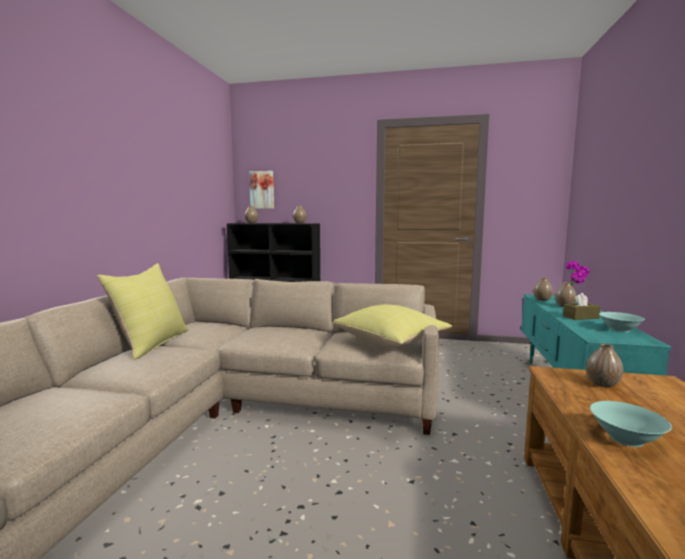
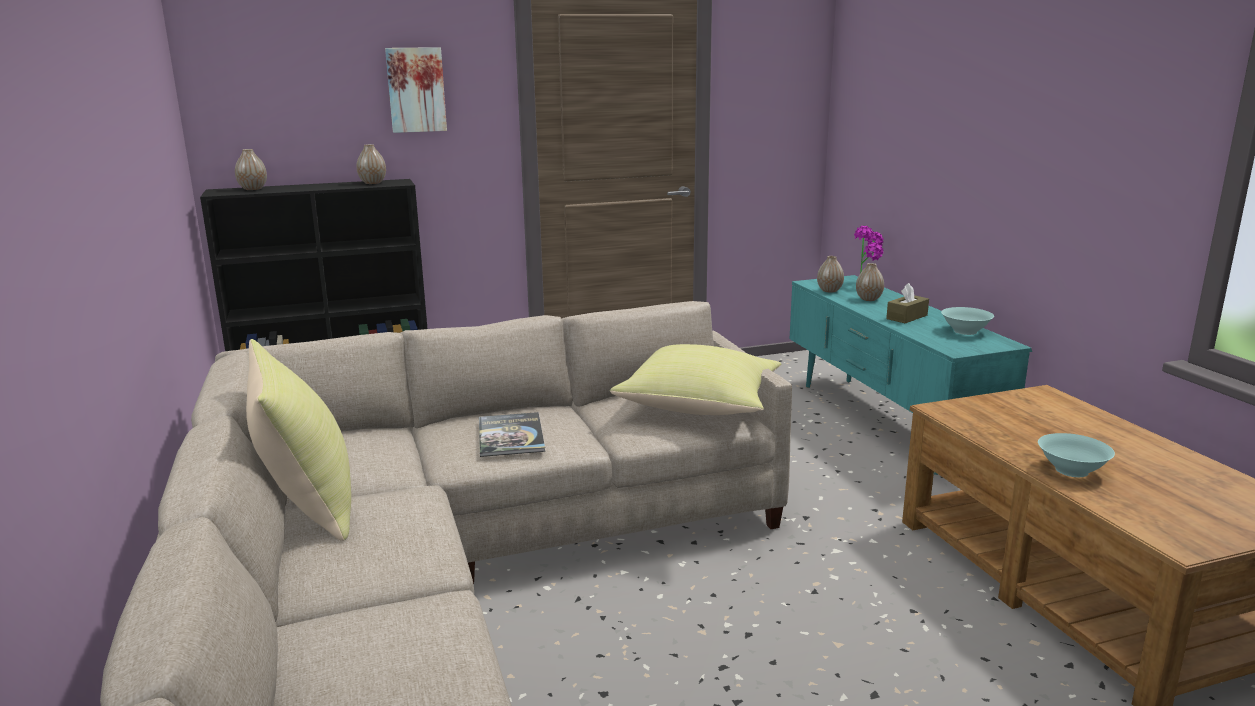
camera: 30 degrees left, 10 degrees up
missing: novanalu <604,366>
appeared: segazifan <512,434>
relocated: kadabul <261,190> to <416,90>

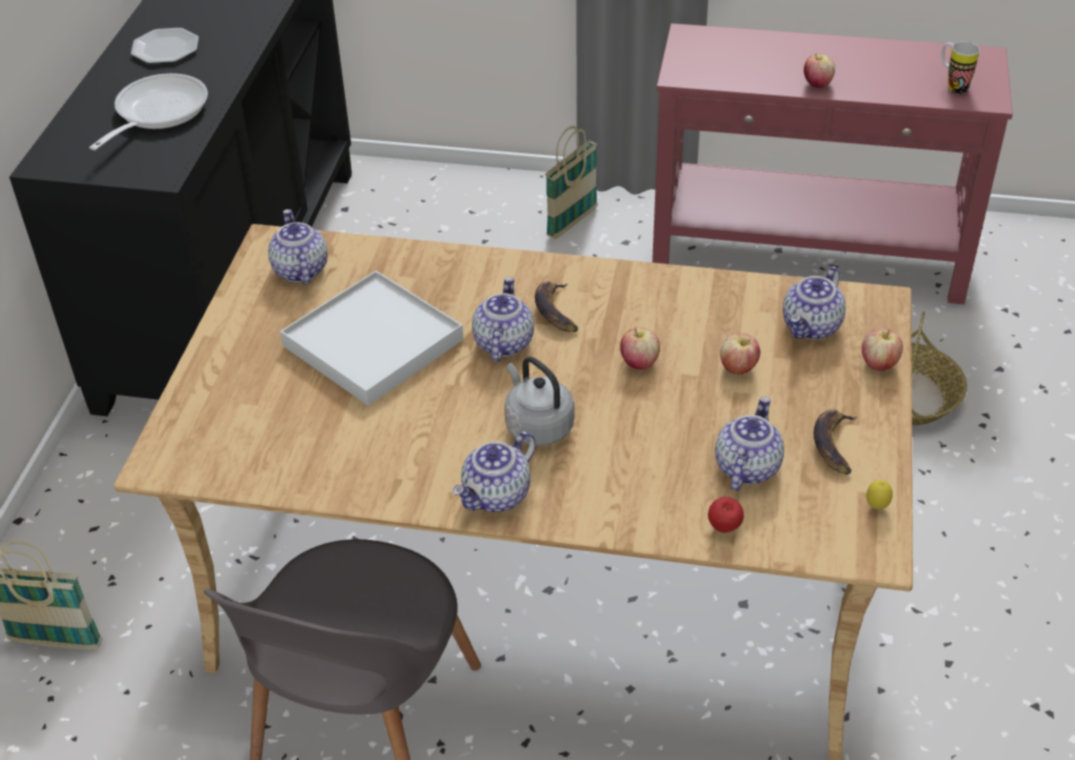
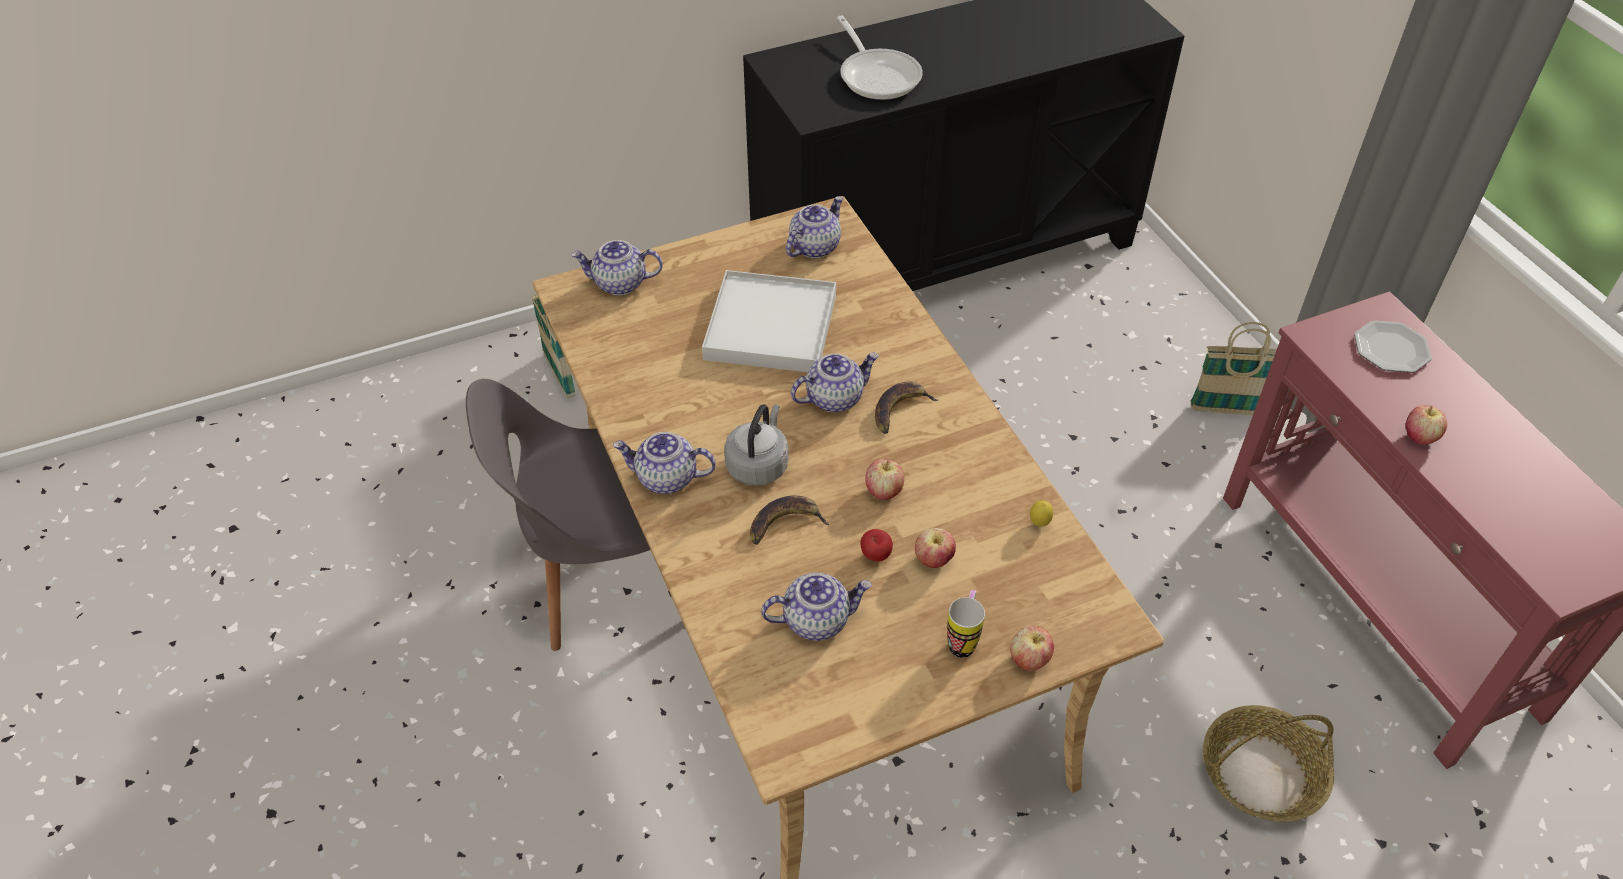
camera: 55 degrees right, 5 degrees up
relocated: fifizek <165,46> to <1393,346>; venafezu <960,68> to <966,624>; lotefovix <814,303> to <617,267>; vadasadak <836,442> to <790,520>; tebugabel <879,494> to <1041,513>; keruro <726,515> to <876,545>
spun: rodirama <148,111> = <880,58> 75 degrees clockwise

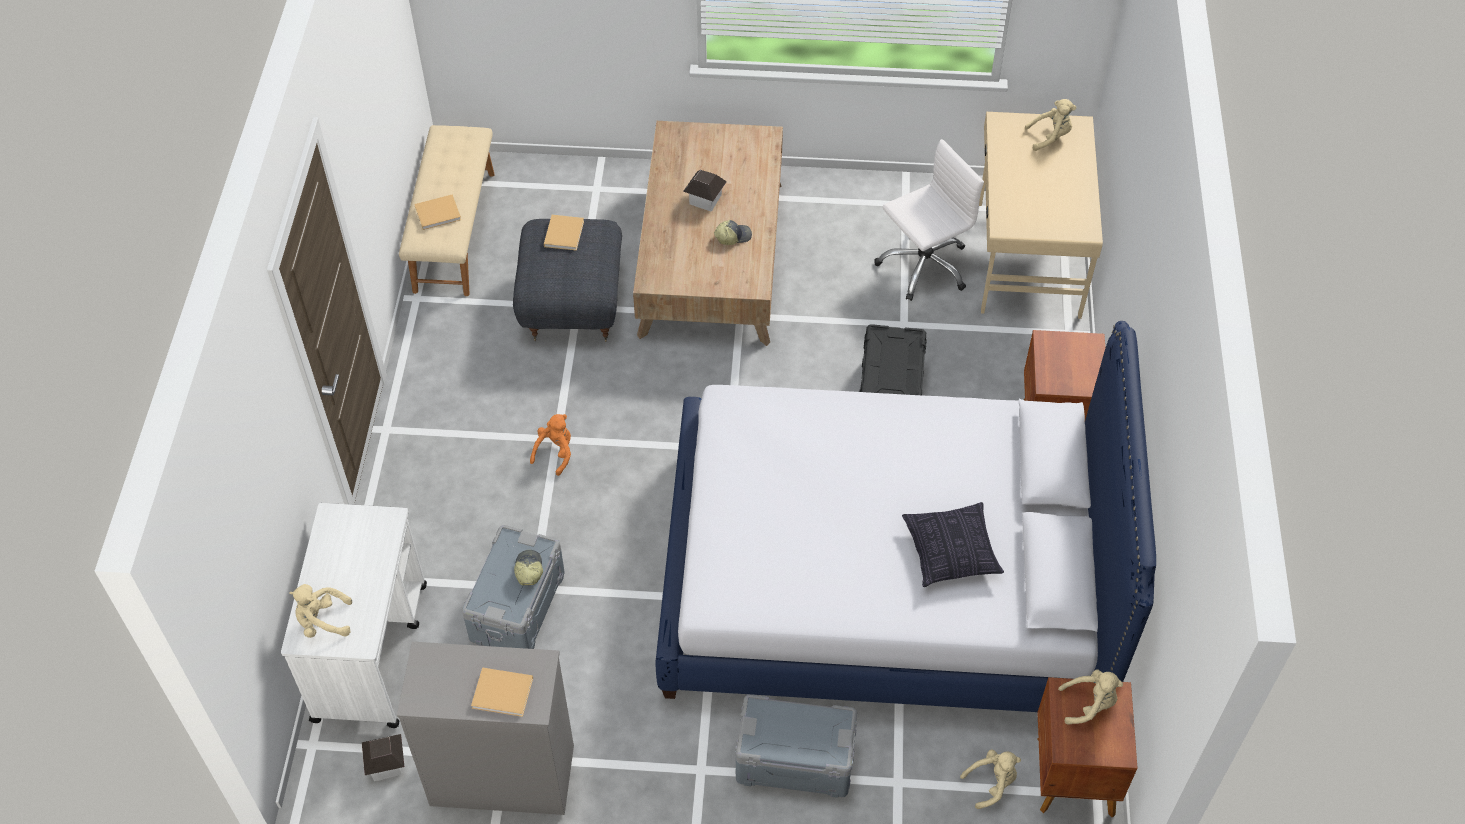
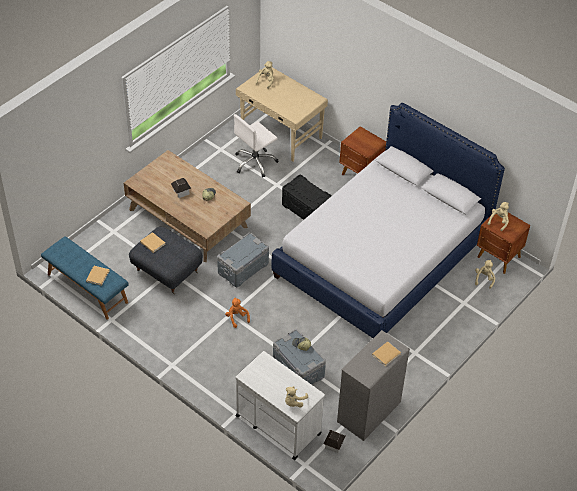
camera: 55 degrees left, 5 degrees down
missing: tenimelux <953,544>
relocated: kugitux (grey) <796,746> to <243,259>
colour: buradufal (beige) <447,210> to buradufal (blue) <85,278>
spun: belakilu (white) <929,220> = <256,146> 135 degrees counterclockwise

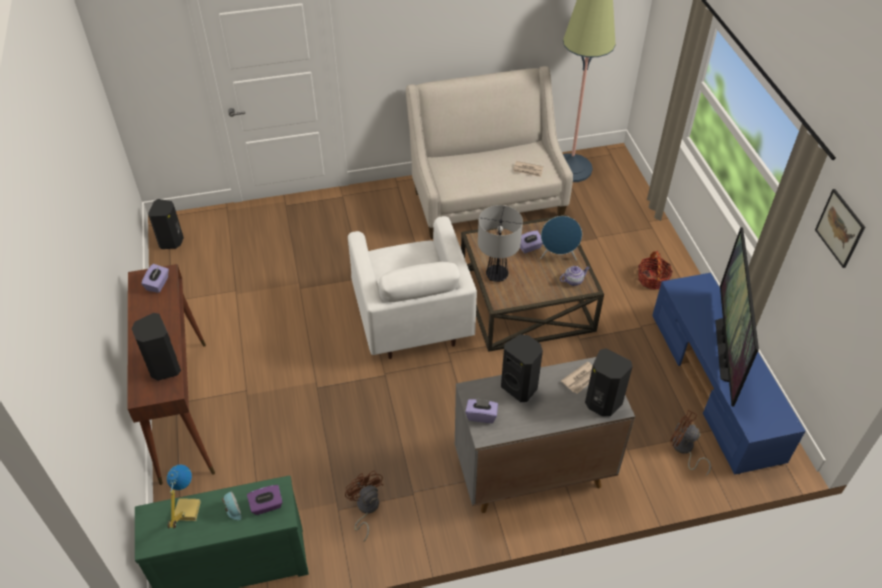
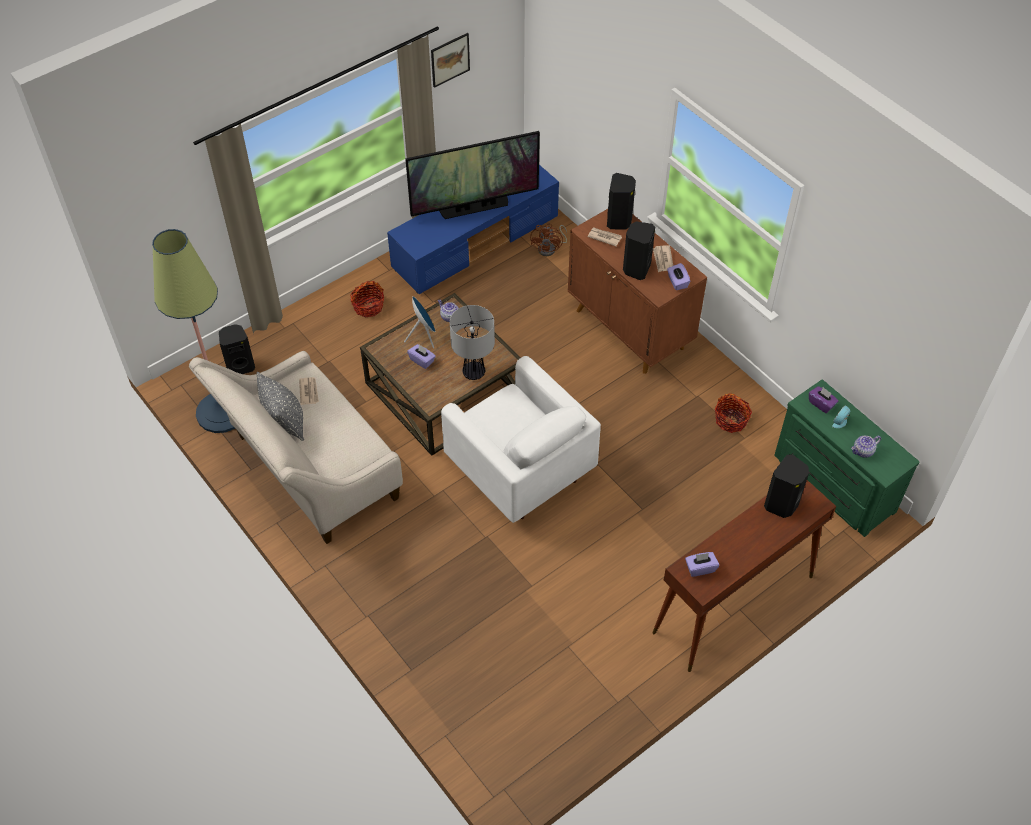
camera: 115 degrees left, 5 degrees up
appeared: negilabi <663,258>; tenimelux (grey) <280,406>
relocated: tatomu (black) <166,224> to <237,349>
exchanged: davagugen <184,496> to lotefovix <866,447>; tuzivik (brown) <364,505> to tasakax <733,413>
colour: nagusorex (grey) <545,435> to nagusorex (brown) <637,291>
spun: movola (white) <412,287> = <521,439> 90 degrees clockwise

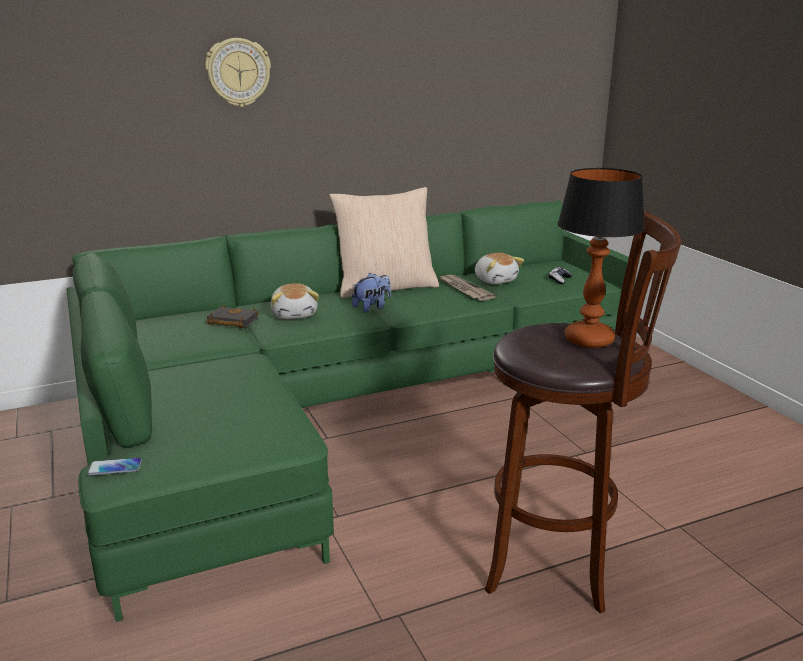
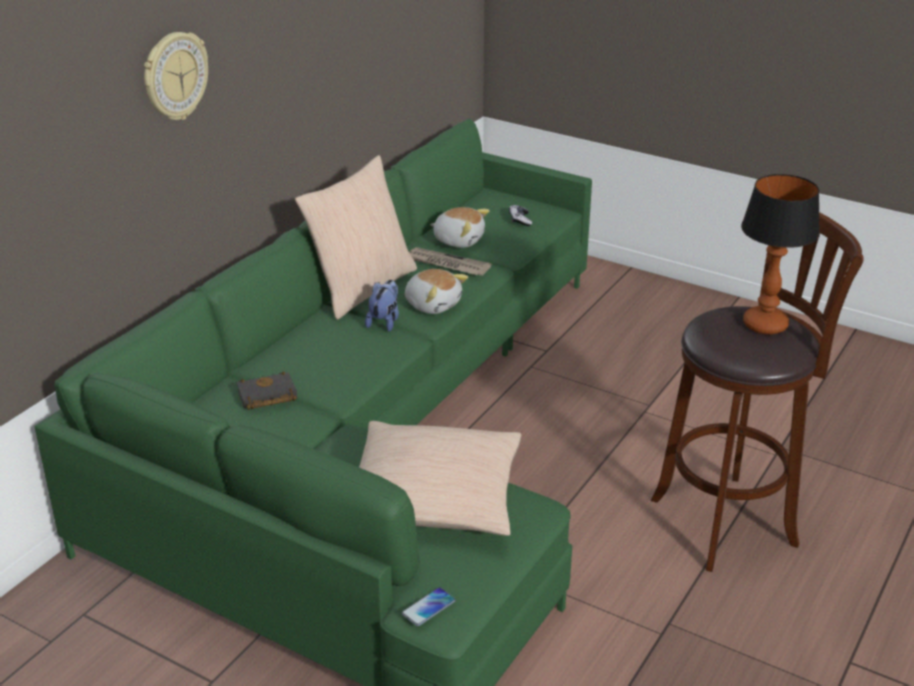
camera: 35 degrees left, 10 degrees up
appeared: tenimelux (beige) <440,478>
relocated: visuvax <294,301> to <436,291>

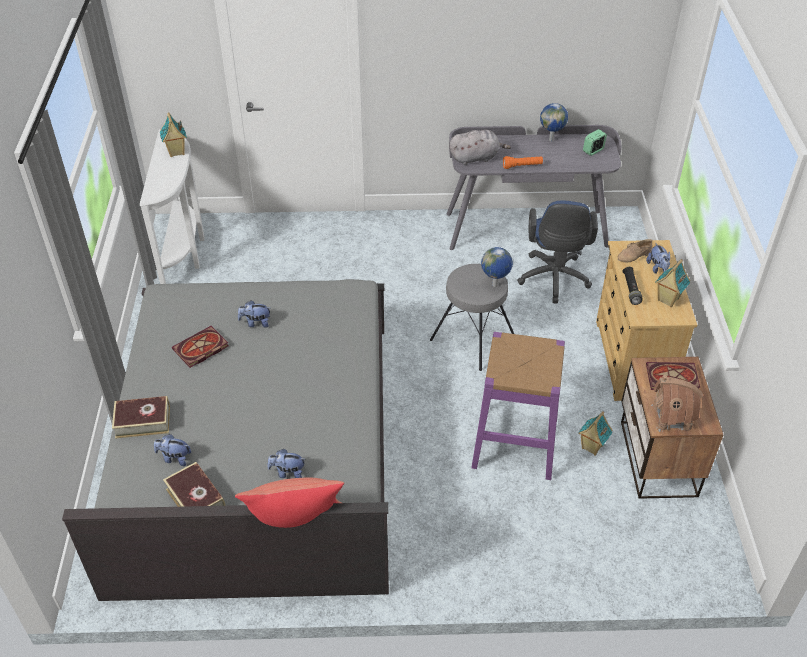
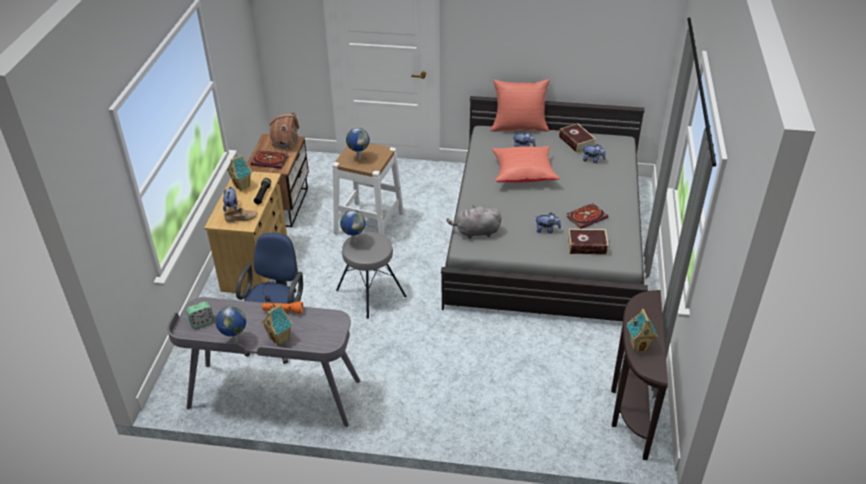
camera: 170 degrees left, 5 degrees down
appeared: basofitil <358,144>; tenimelux (red) <526,164>
relocated: visuvax (grey) <480,147> to <474,222>; segazifan <141,417> to <588,242>; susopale <595,433> to <277,324>
colour: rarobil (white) <172,206> to rarobil (brown) <639,375>; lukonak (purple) <518,406> to lukonak (white) <368,189>

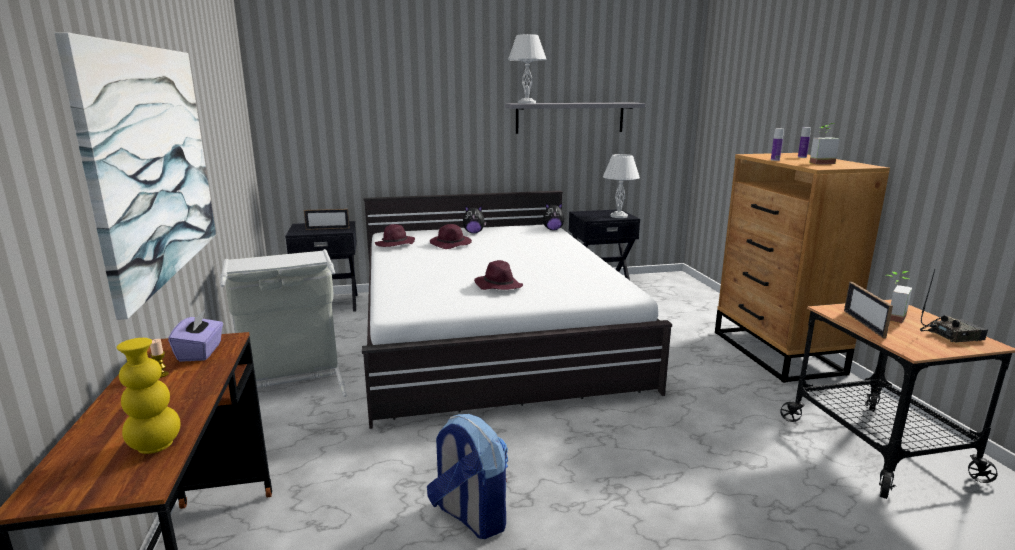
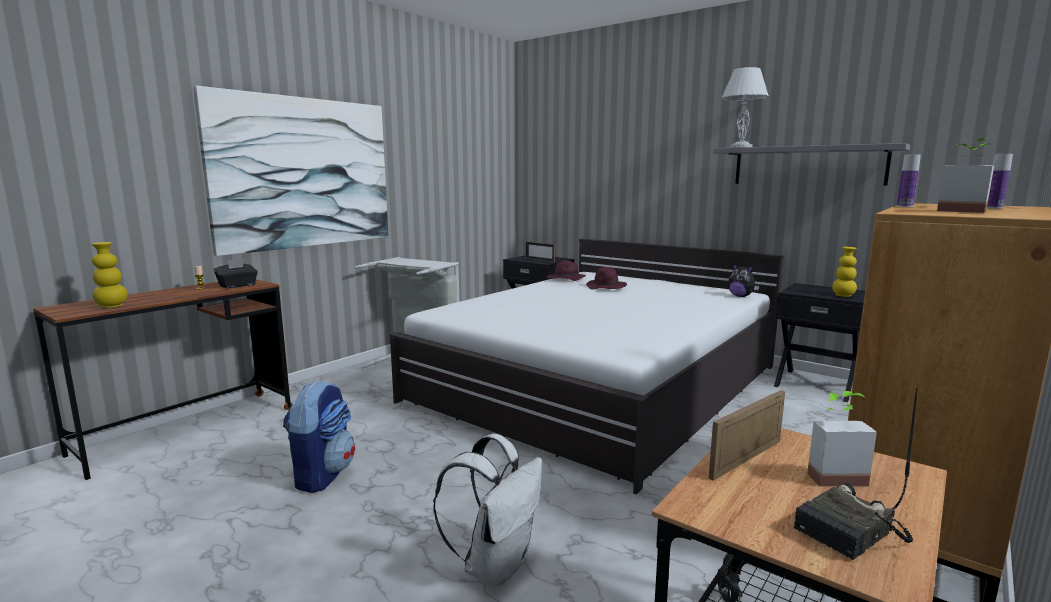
camera: 50 degrees right, 5 degrees down
missing: visuvax <475,219>; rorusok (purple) <498,275>
appeared: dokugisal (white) <487,510>
exchanged: davagugen (white) <621,186> to novanalu (yellow) <844,272>
colour: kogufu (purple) <195,336> to kogufu (black) <236,273>
spun: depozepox <954,306> = <856,474> 105 degrees clockwise

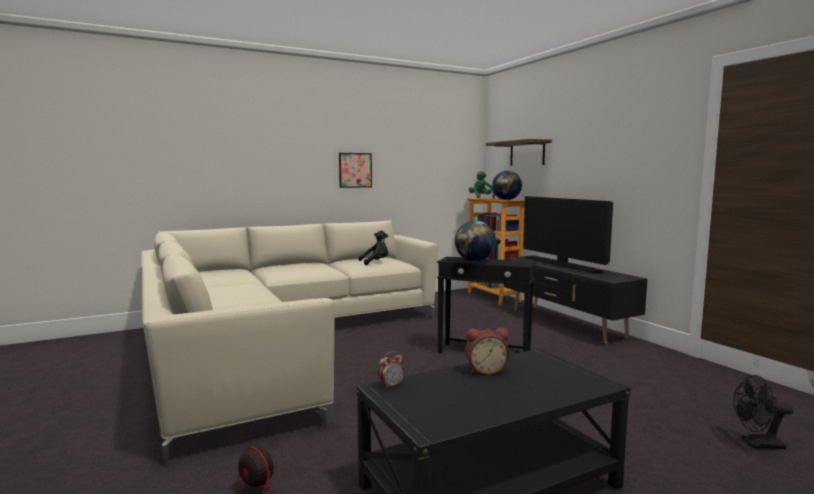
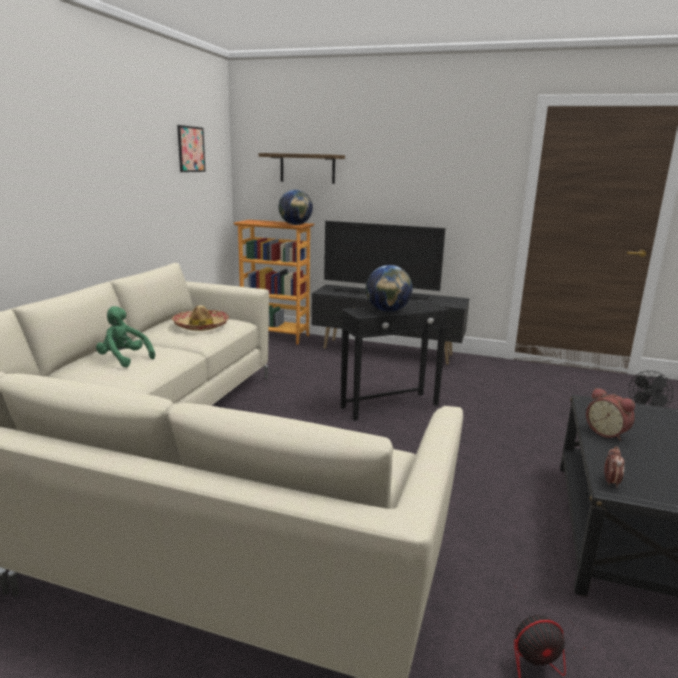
camera: 45 degrees left, 10 degrees up
relocated: kadabul <355,170> to <191,148>; visuvax (green) <482,185> to <125,336>
exchanged: visuvax (black) <373,247> to rorusok <200,318>
spun: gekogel <487,351> = <610,414> 105 degrees clockwise

